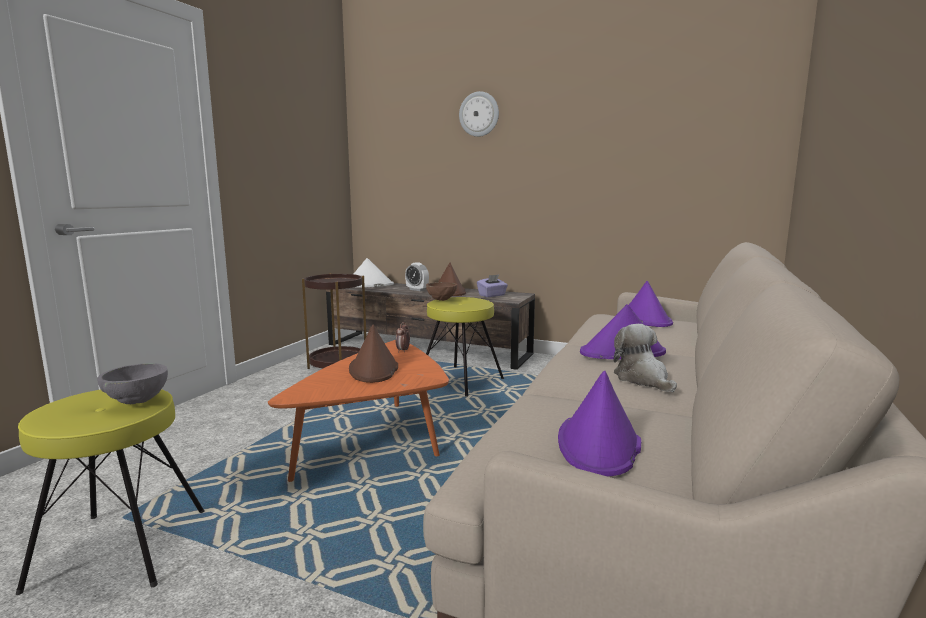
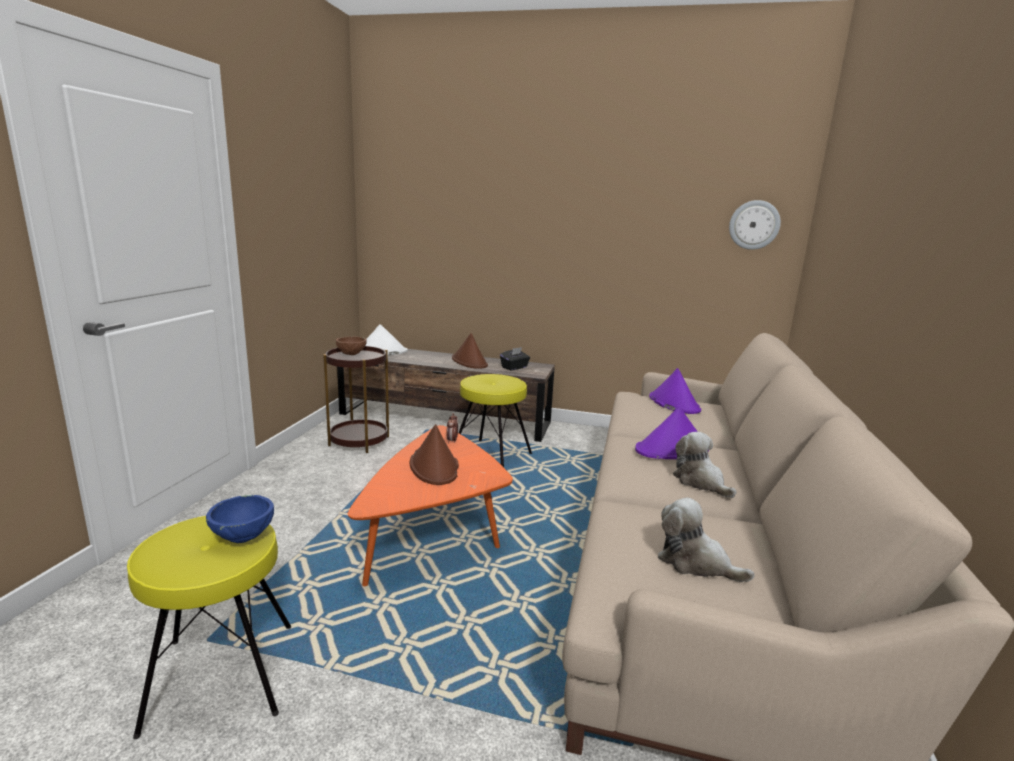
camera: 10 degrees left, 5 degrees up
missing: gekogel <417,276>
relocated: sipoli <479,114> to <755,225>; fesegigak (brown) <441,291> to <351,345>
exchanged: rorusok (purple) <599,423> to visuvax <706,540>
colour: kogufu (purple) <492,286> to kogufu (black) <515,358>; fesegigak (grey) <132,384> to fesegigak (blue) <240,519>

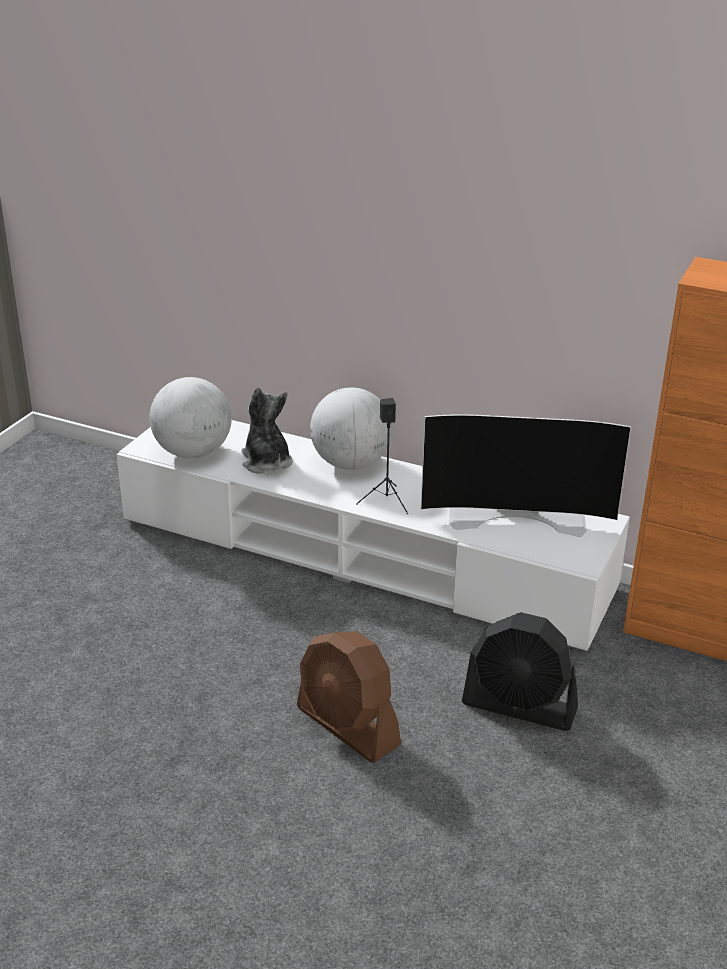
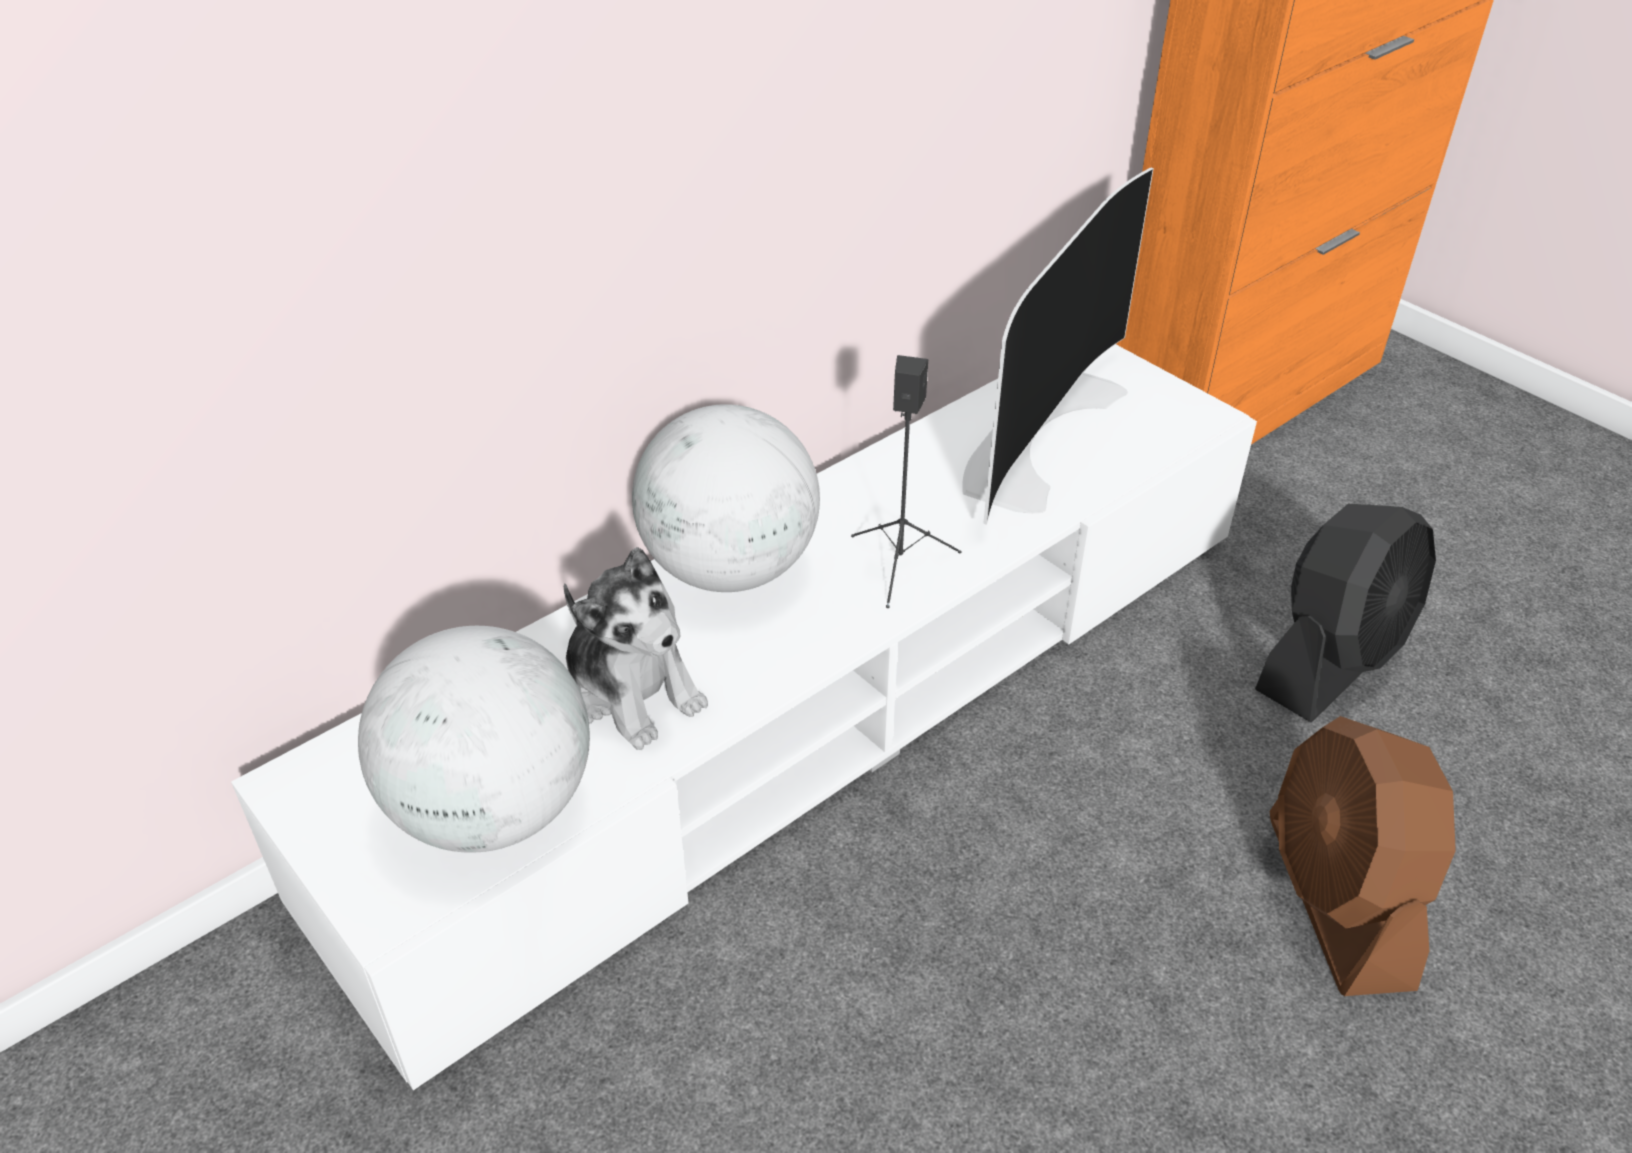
camera: 65 degrees left, 10 degrees up
spun: visuvax <267,431> = <635,648> 135 degrees counterclockwise; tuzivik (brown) <349,697> = <1363,856> 105 degrees clockwise

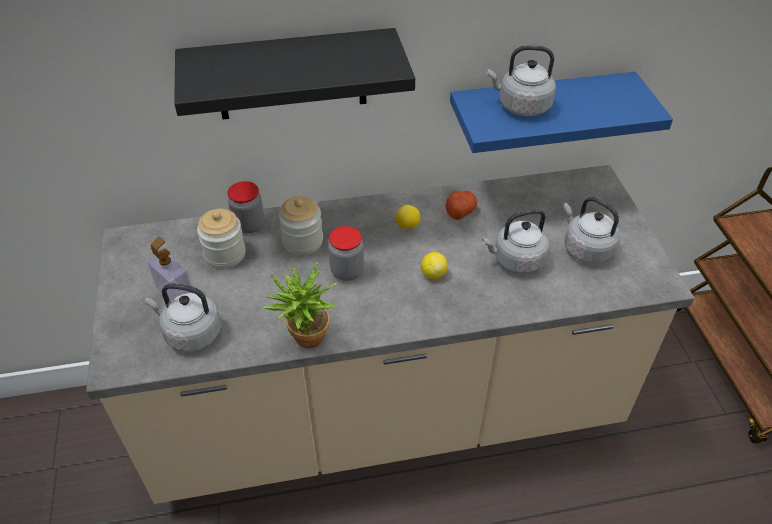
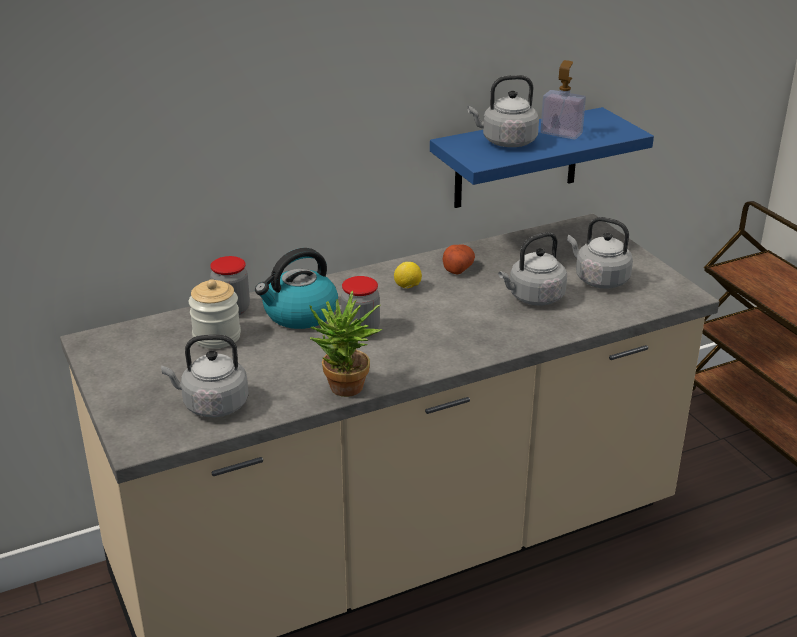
camera: 15 degrees left, 15 degrees down
missing: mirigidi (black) <294,73>; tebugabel <434,265>
relocated: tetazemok <170,269> to <563,99>
exchanged: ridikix <301,225> to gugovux <296,288>

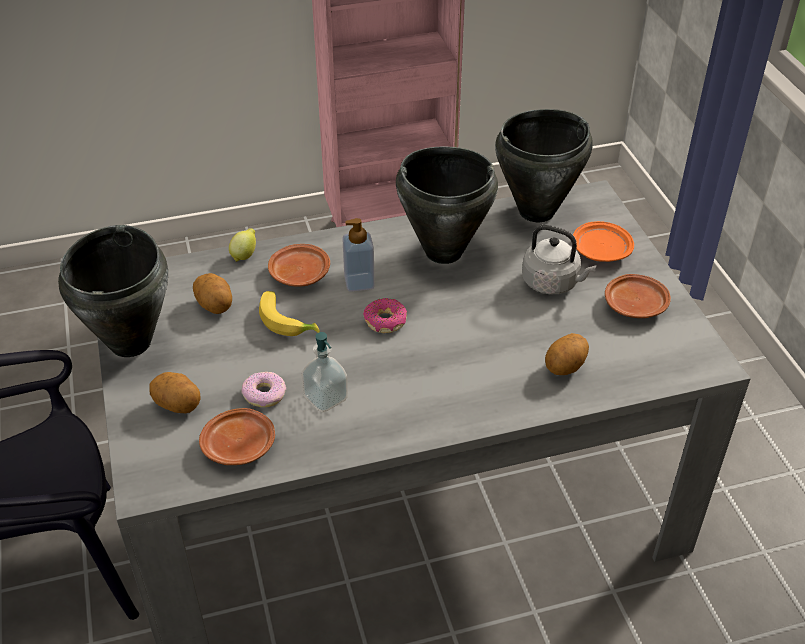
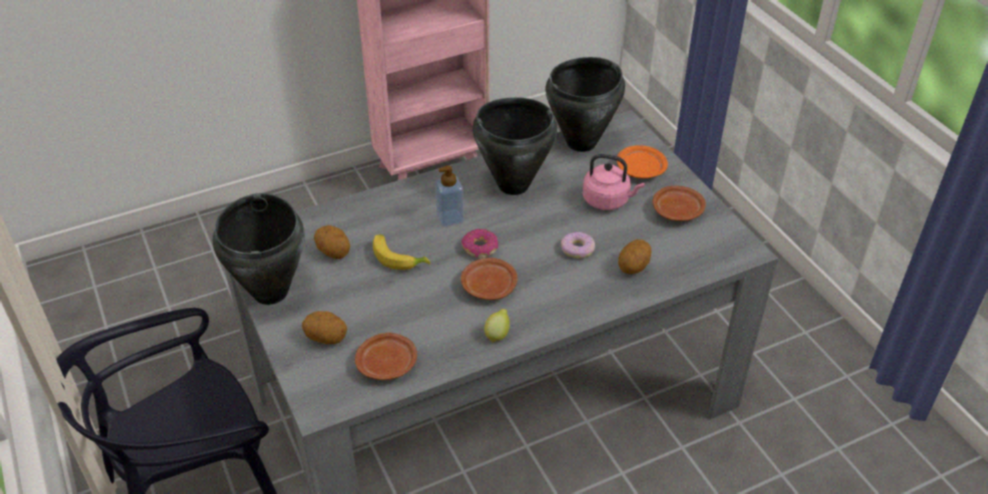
camera: 10 degrees left, 0 degrees up
missing: tetazemok <324,372>
relocated: tebugabel <242,245> to <497,326>; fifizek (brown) <299,265> to <489,279>; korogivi <263,389> to <578,245>
colour: gugovux (grey) <559,259> to gugovux (pink) <614,182>

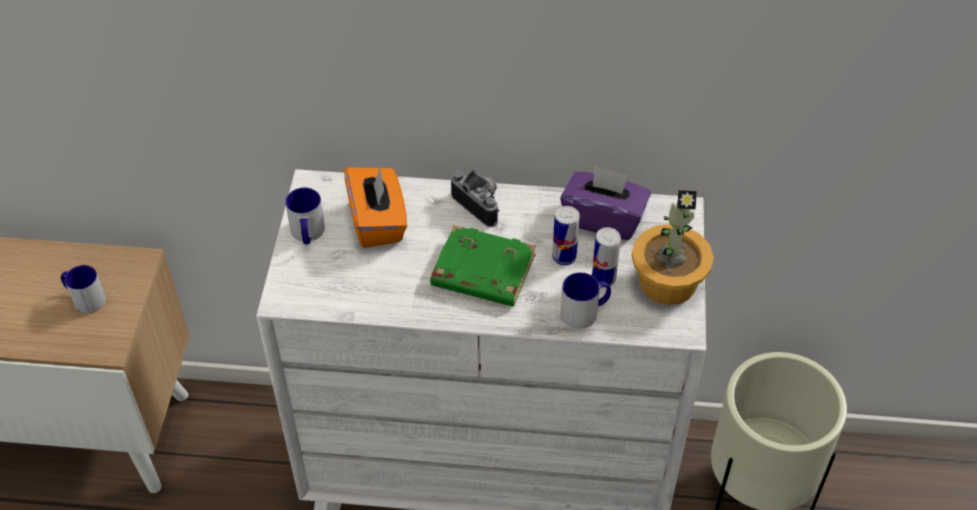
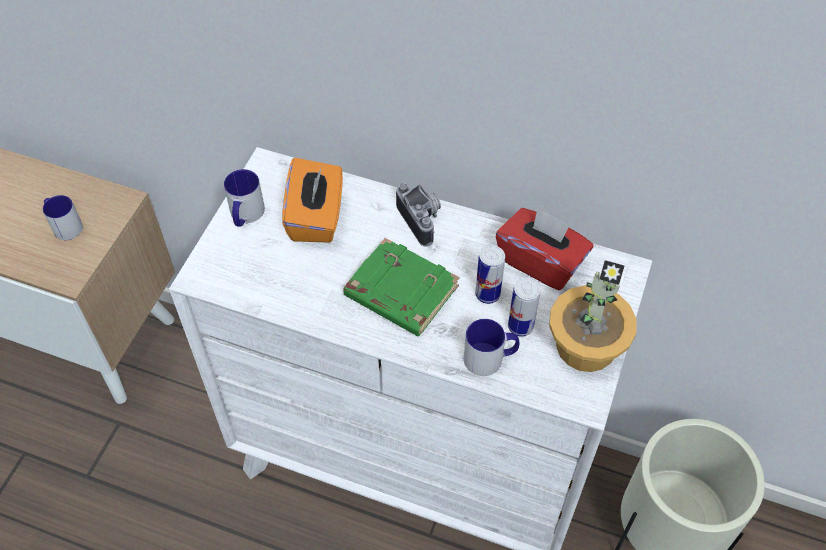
camera: 15 degrees right, 5 degrees up
colour: kogufu (purple) <605,202> to kogufu (red) <544,248>

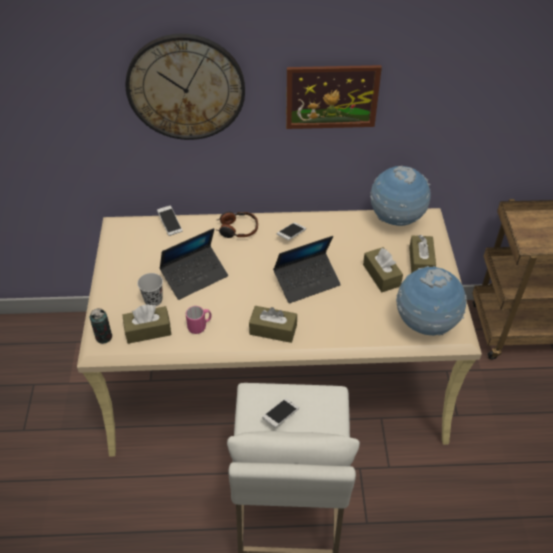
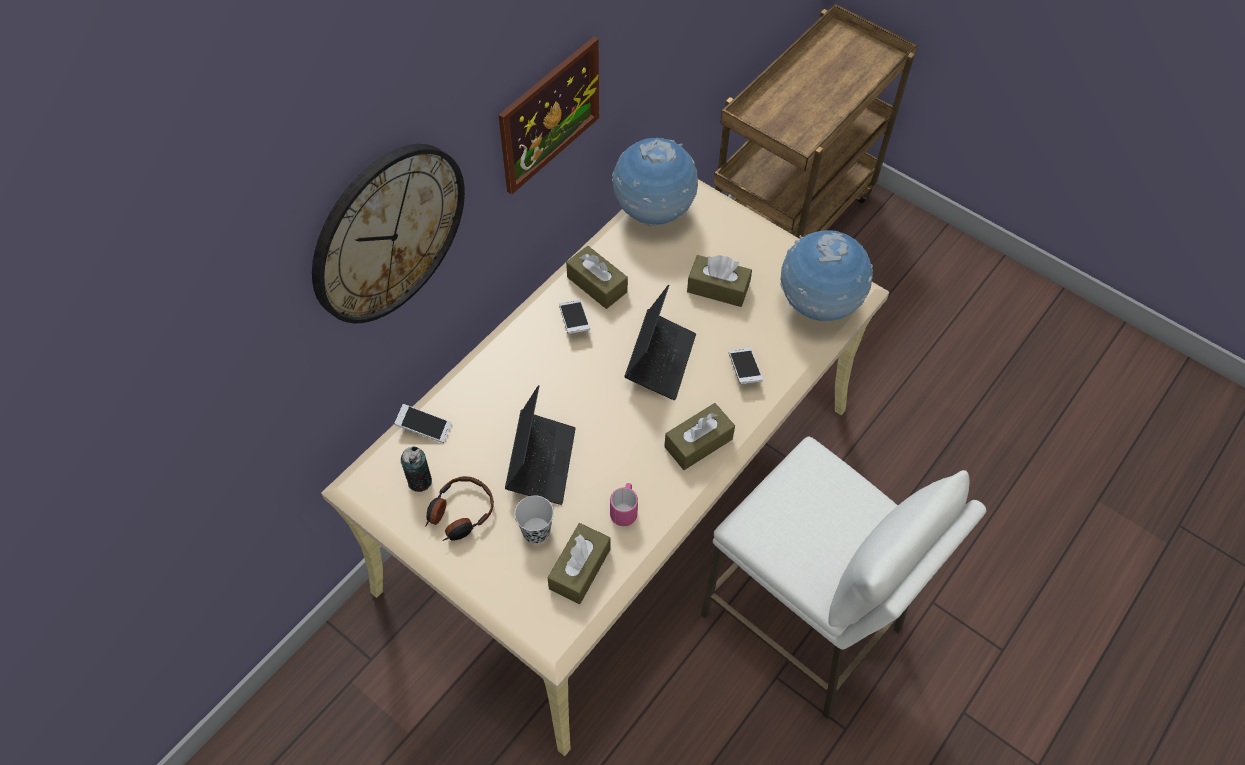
camera: 50 degrees left, 10 degrees up
relocated: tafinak <237,225> to <459,508>; kogufu (brown) <422,254> to <597,277>; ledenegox <100,326> to <416,469>; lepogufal <280,413> to <746,366>

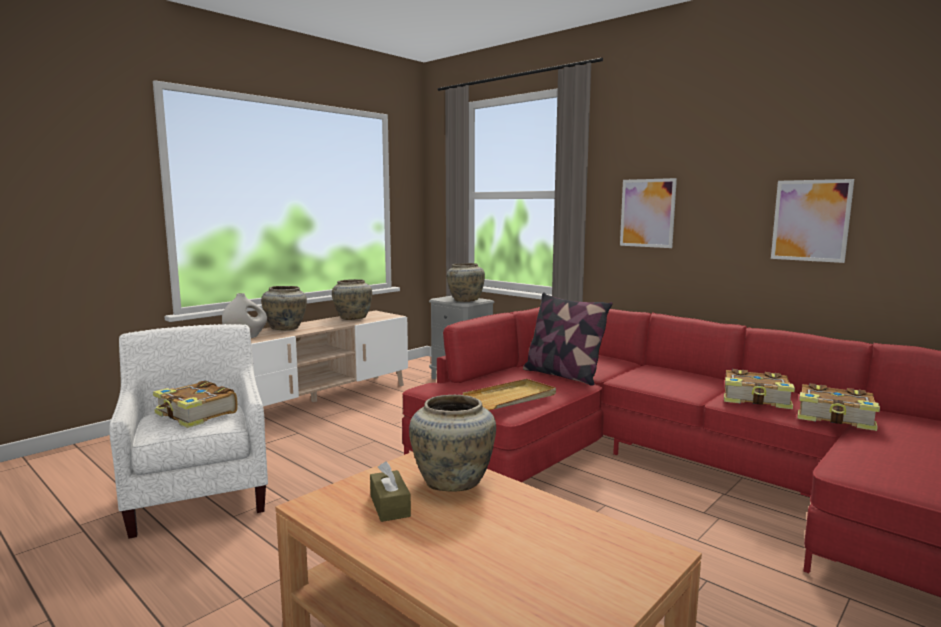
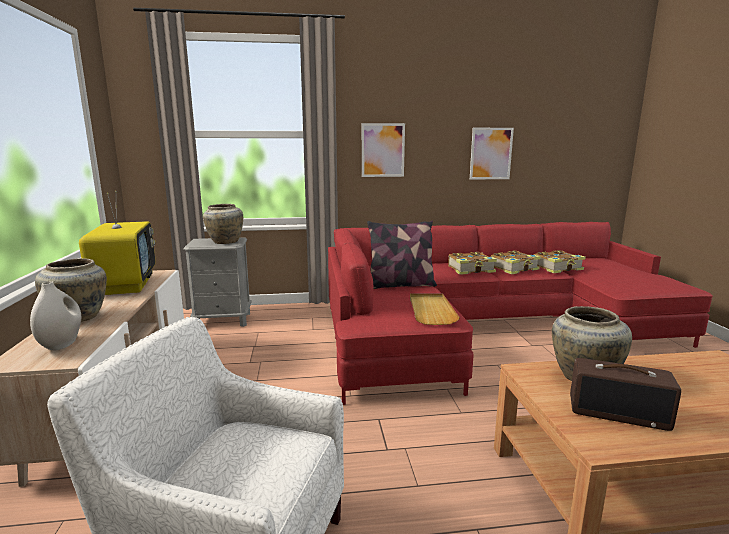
camera: 50 degrees left, 5 degrees up
relocated: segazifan <195,404> to <472,263>
exchanged: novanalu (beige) <352,299> to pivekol <117,243>; kogufu (brown) <390,491> to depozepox <625,394>

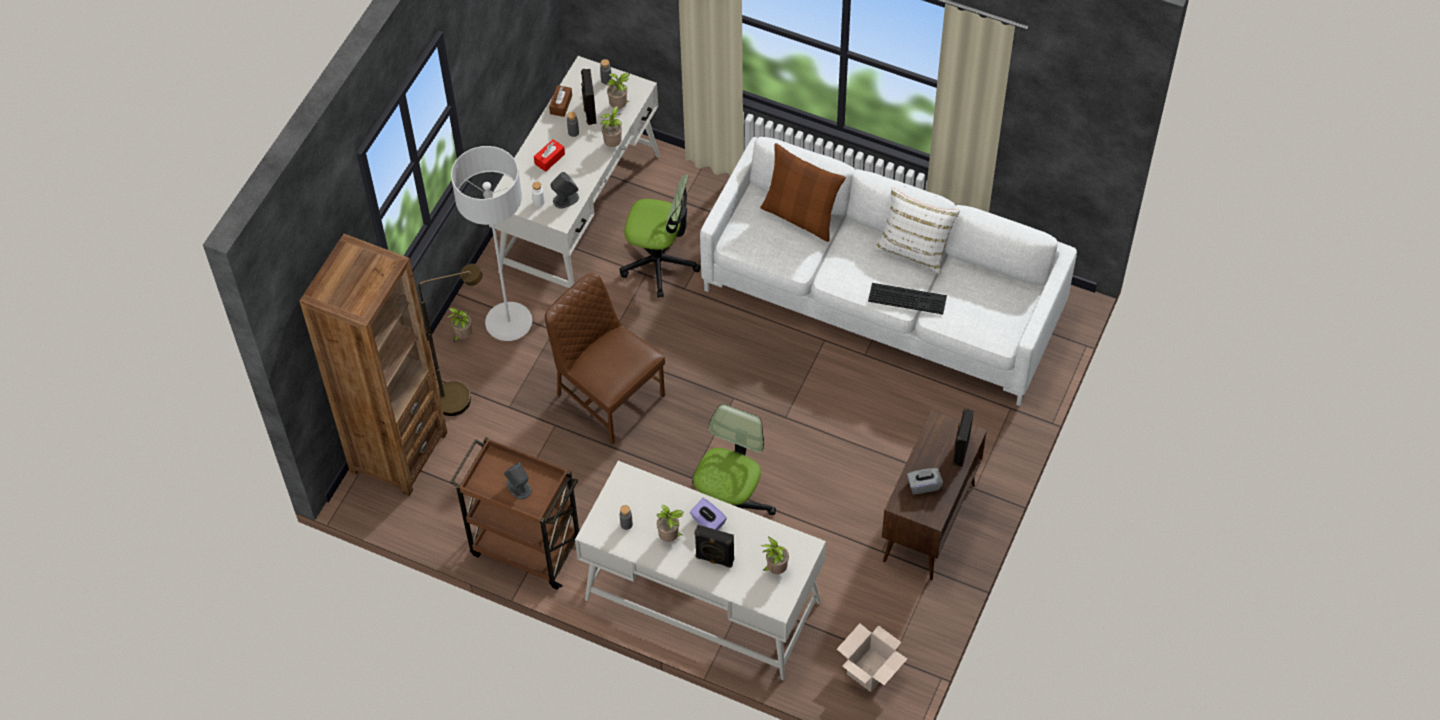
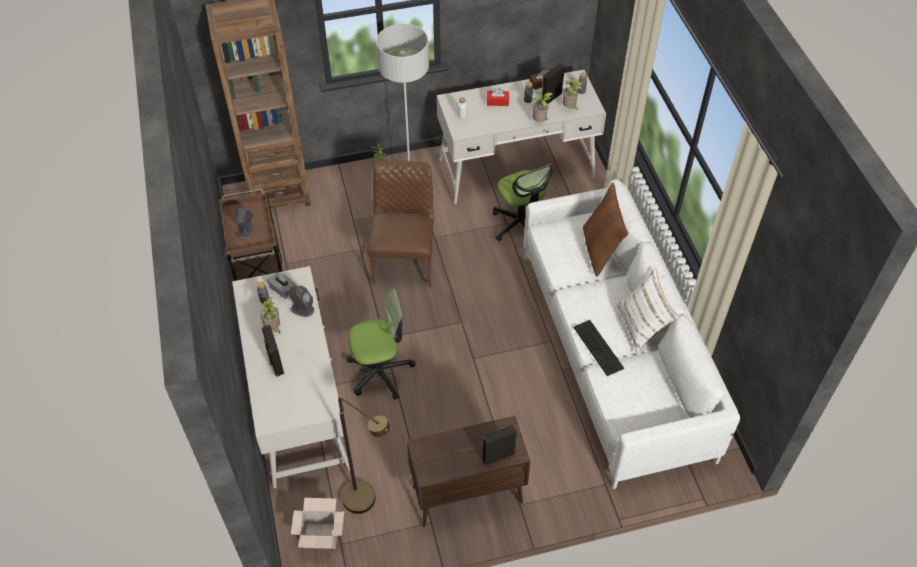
camera: 50 degrees right, 5 degrees down
missing: kogufu (purple) <708,514>; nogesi <775,555>
relocated: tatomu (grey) <565,190> to <301,301>; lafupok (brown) <450,340> to <364,455>; kogufu (grey) <925,481> to <282,285>

